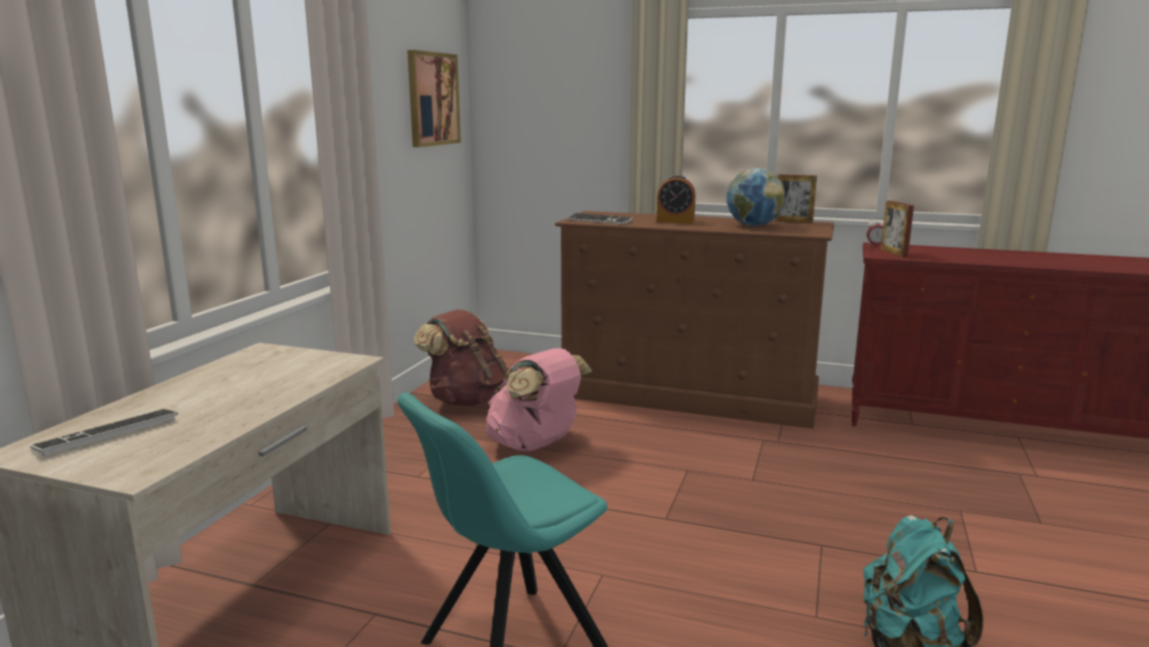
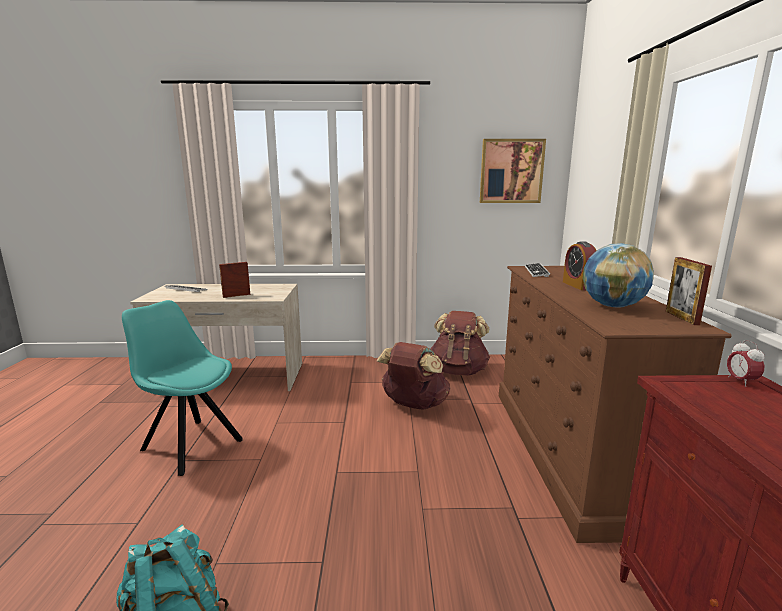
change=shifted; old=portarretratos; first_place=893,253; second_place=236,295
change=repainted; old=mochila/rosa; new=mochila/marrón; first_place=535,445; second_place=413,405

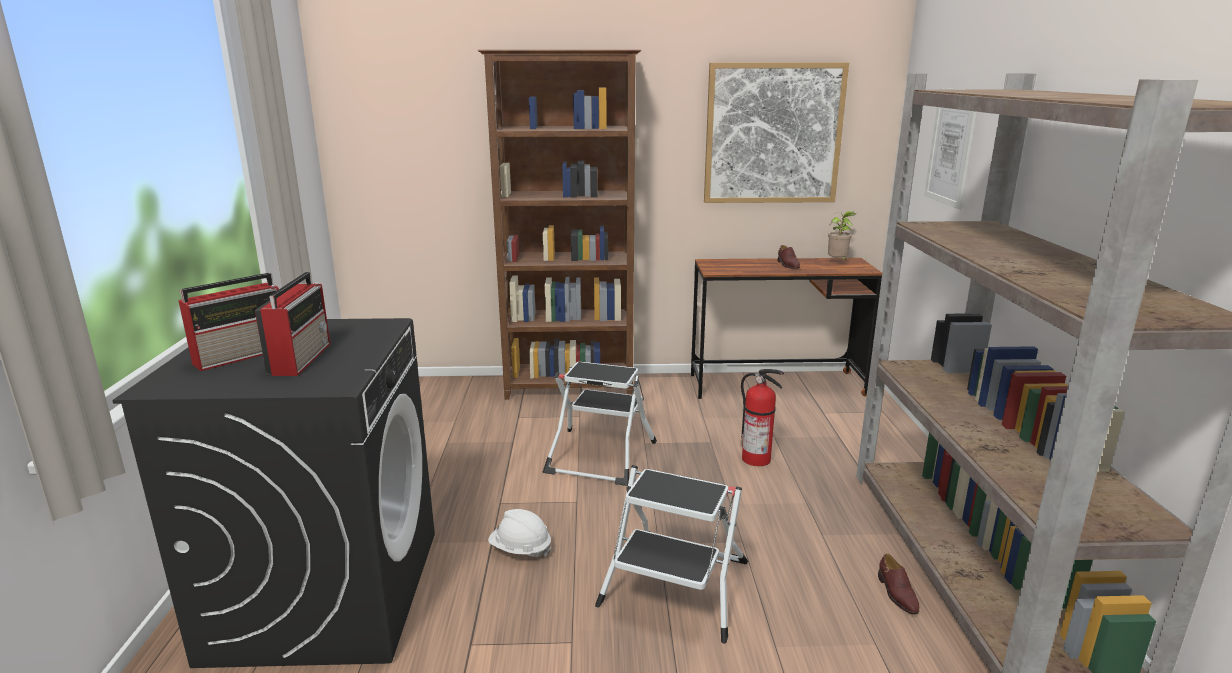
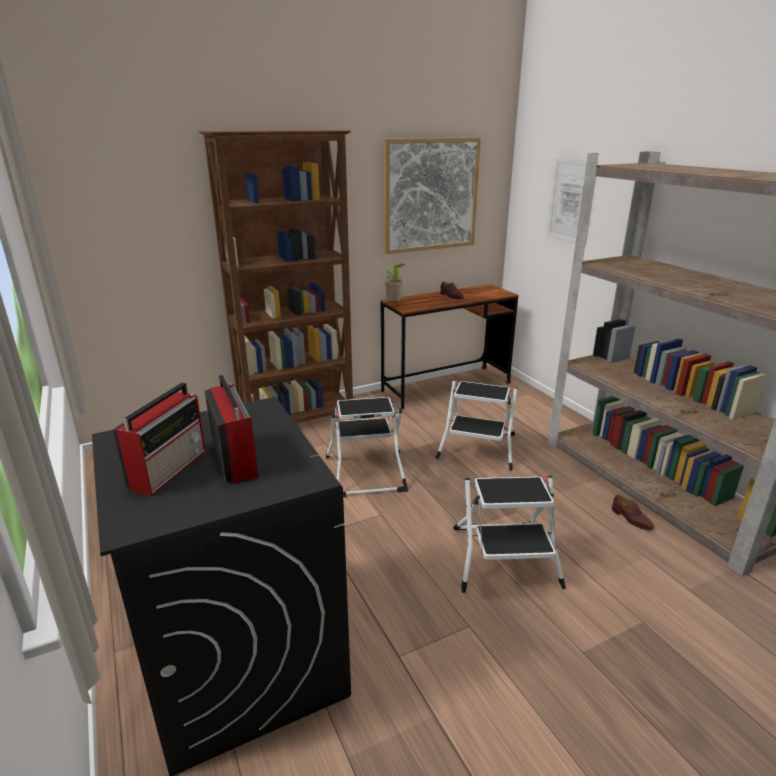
change=shifted; old=planta en maceta; first_place=838,262; second_place=395,305
change=swapped; old=extintor; new=escalera de tijera; first_place=757,459; second_place=478,447
change=gone; old=casco/blanco; first_place=520,549

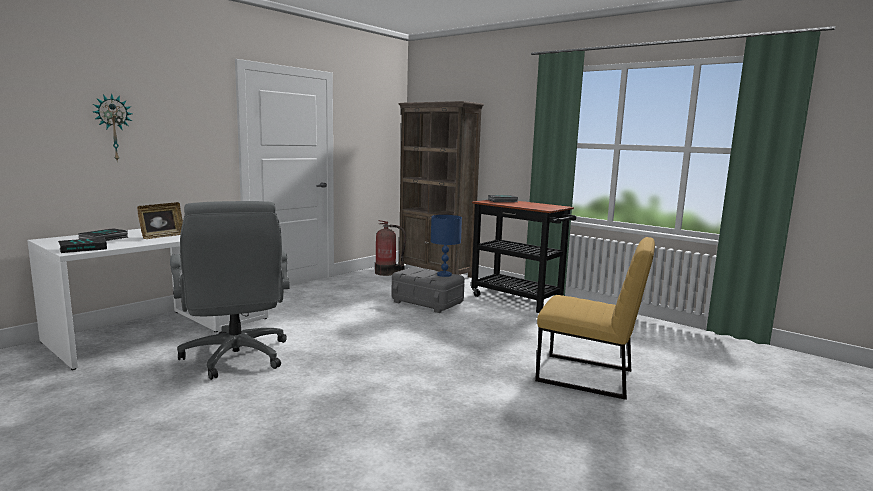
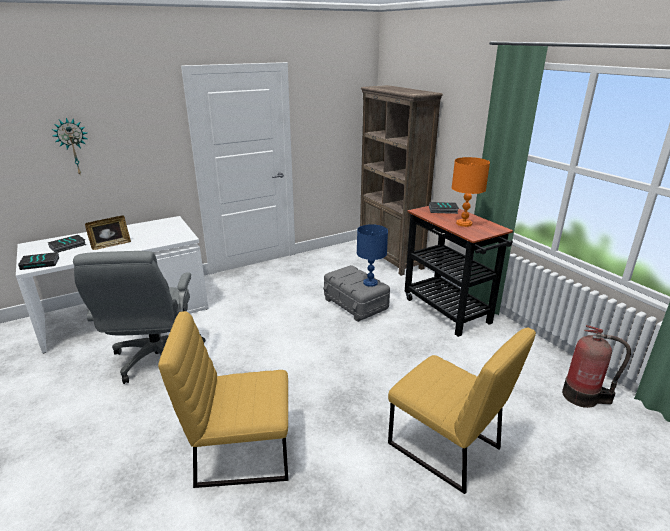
change=shifted; old=extintor; first_place=387,273; second_place=583,396
change=new; new=lámpara de mesa/naranja; second_place=463,223
change=new; new=silla/amarillo; second_place=240,452

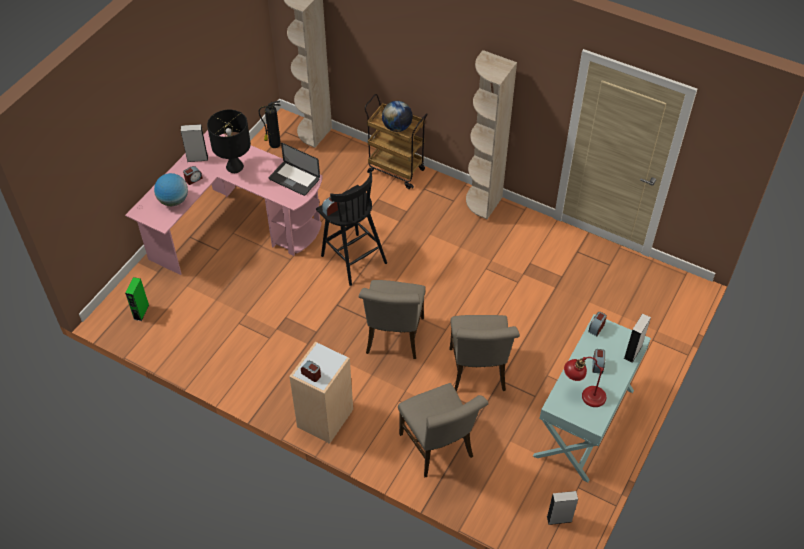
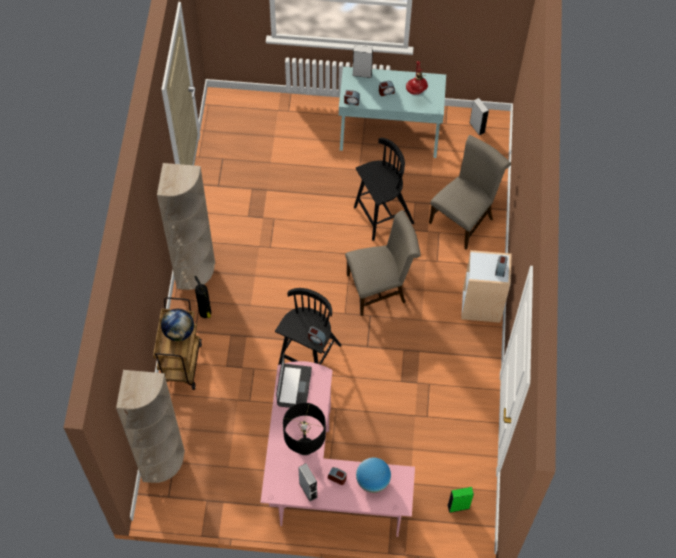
change=shifted; old=extintor; first_place=274,144; second_place=205,313
change=swapped; old=silla/beis; new=taburete/negro; first_place=478,373; second_place=381,216

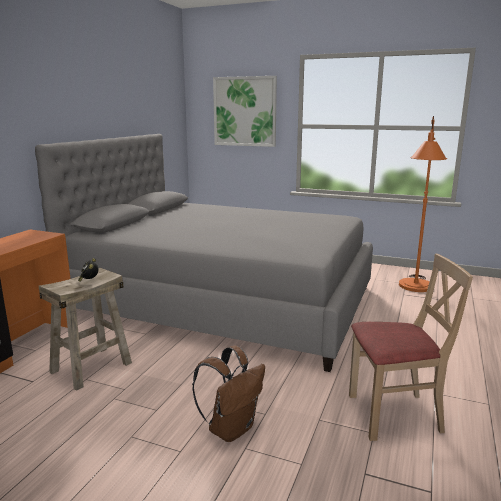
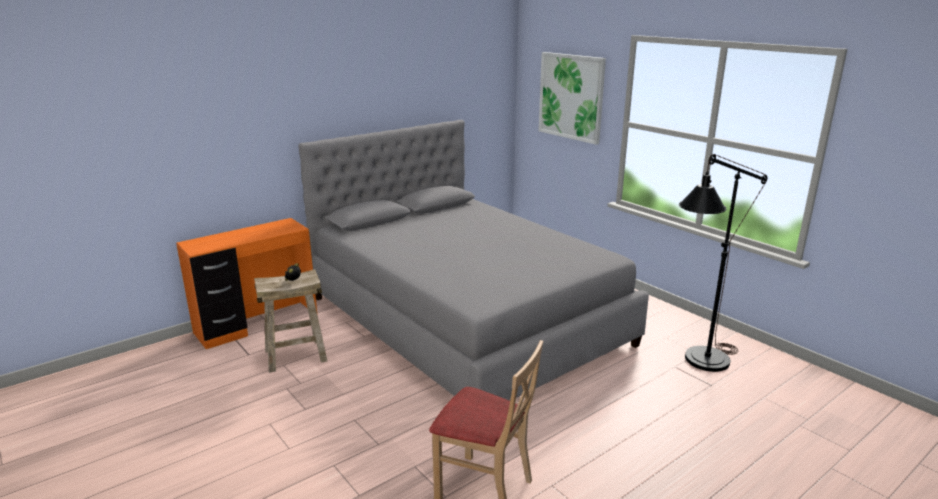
change=repainted; old=lámpara de pie/naranja; new=lámpara de pie/negro; first_place=414,289; second_place=699,364
change=gone; old=mochila/marrón; first_place=231,428

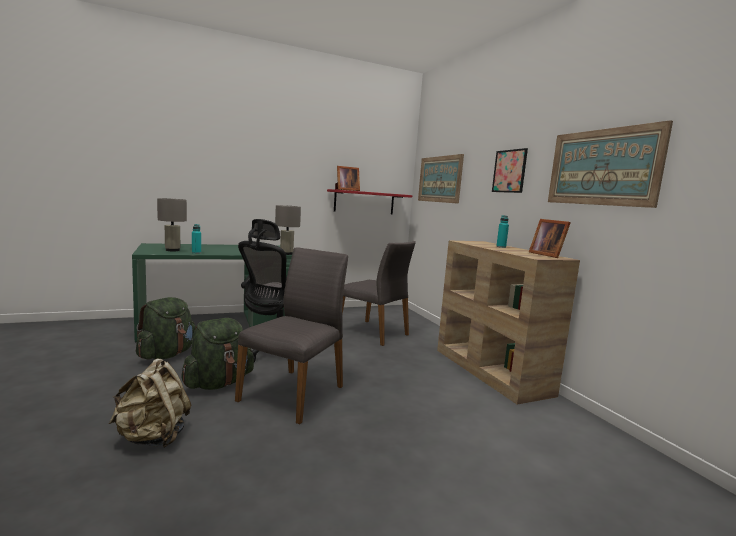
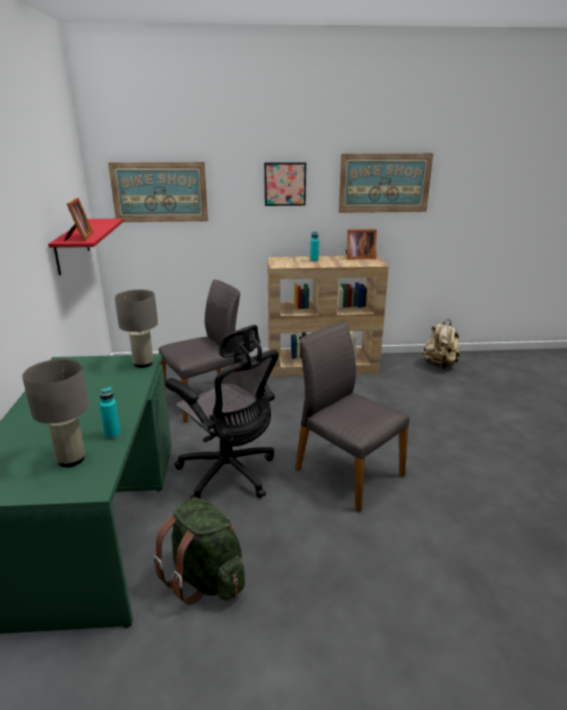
change=gone; old=mochila/verde; first_place=218,383
change=shifted; old=mochila/beis; first_place=153,437; second_place=439,365

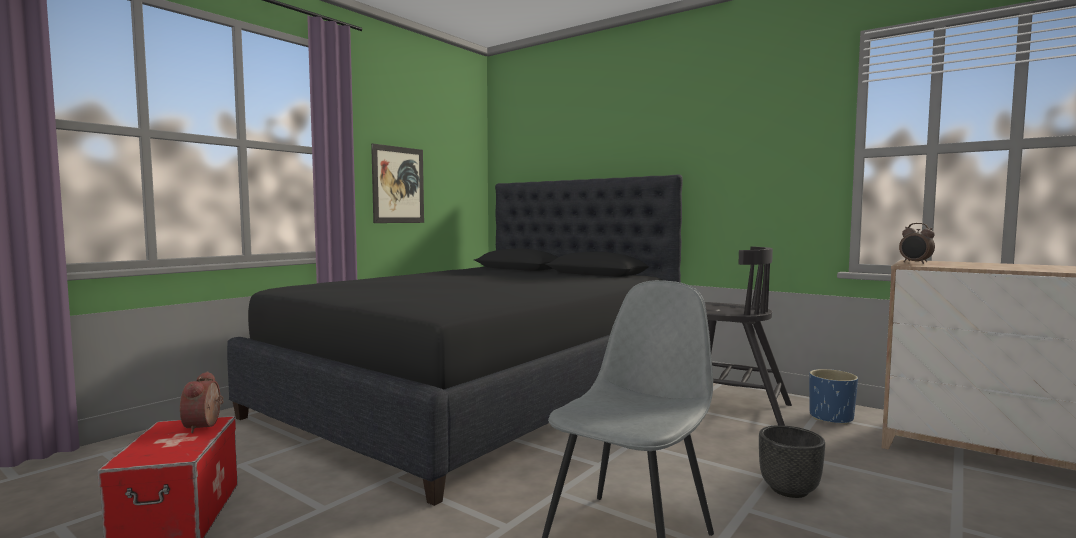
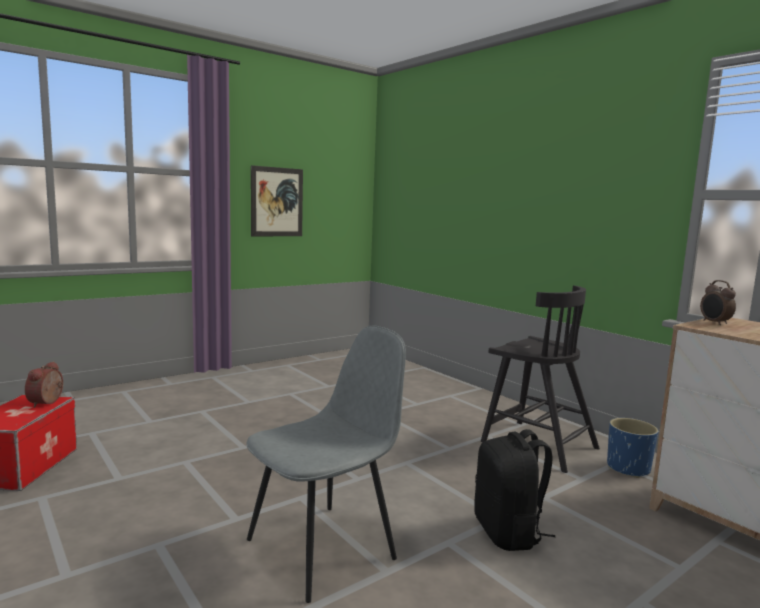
change=gone; old=cama/negro; first_place=483,394
change=swapped; old=maceta/negro; new=mochila/negro; first_place=790,490; second_place=508,533

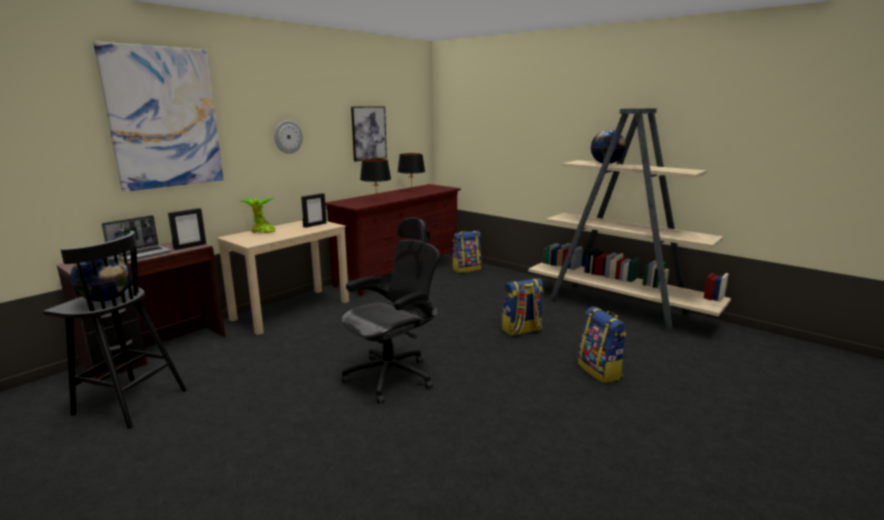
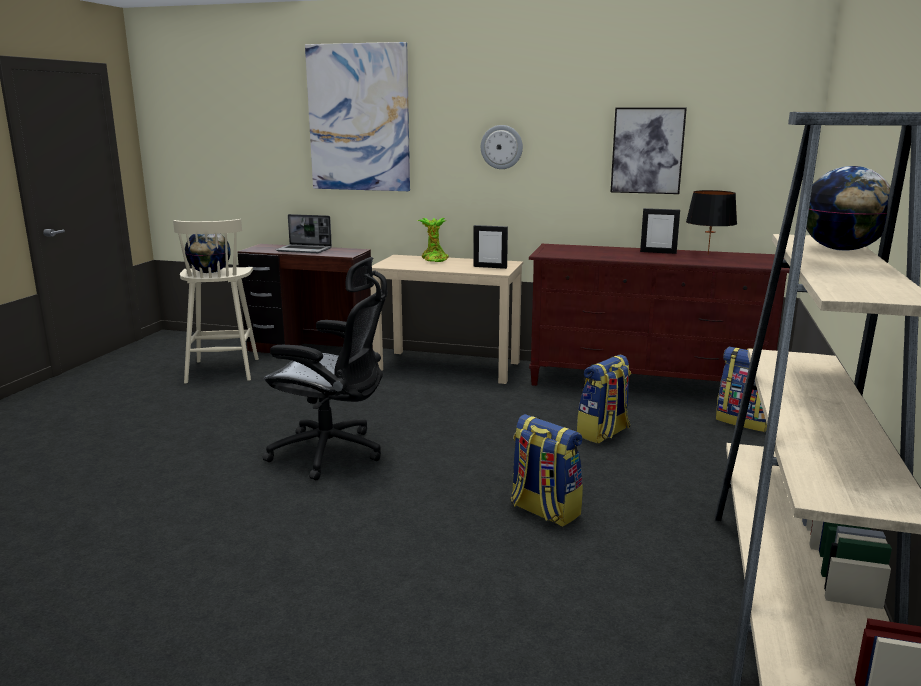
change=gone; old=lámpara de mesa/negro; first_place=376,199
change=shifted; old=portarretratos; first_place=190,246; second_place=658,252
change=repainted; old=taburete/negro; new=taburete/beis; first_place=128,401; second_place=223,369
change=shifted; old=mochila; first_place=600,371; second_place=603,433

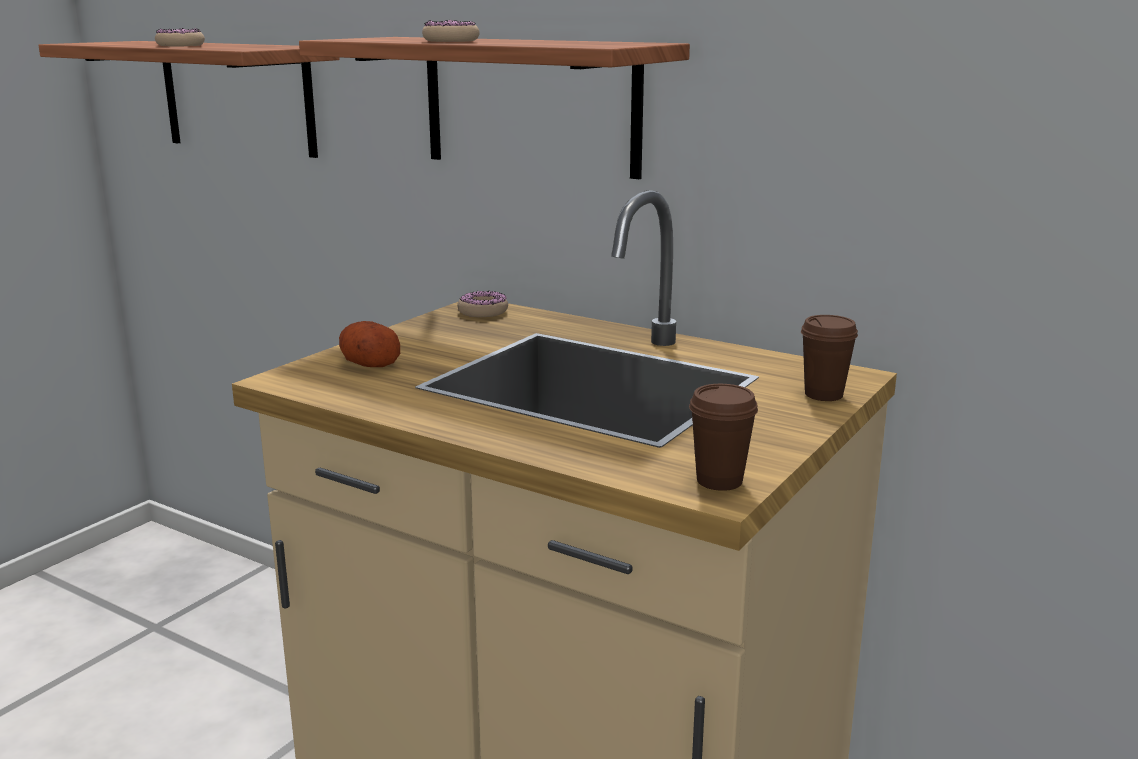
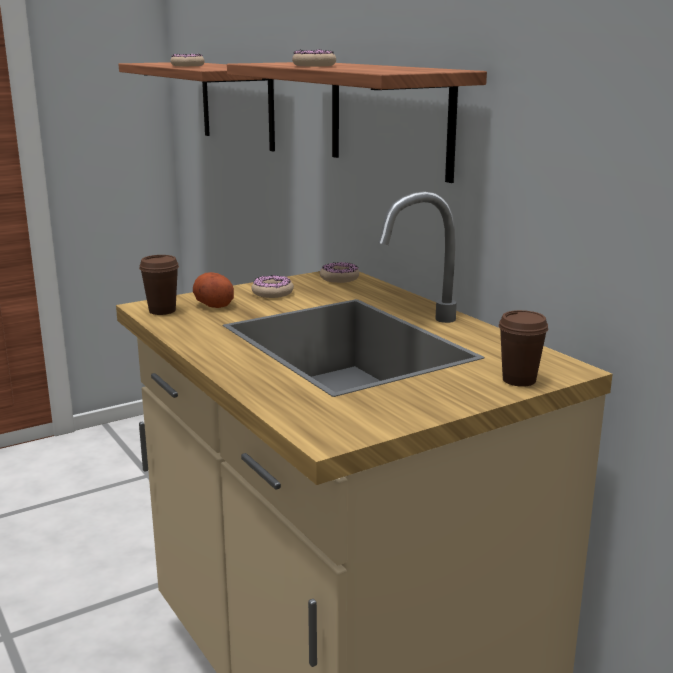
change=shifted; old=taza/marrón; first_place=719,481; second_place=162,311
change=new; new=rosquilla; second_place=272,293

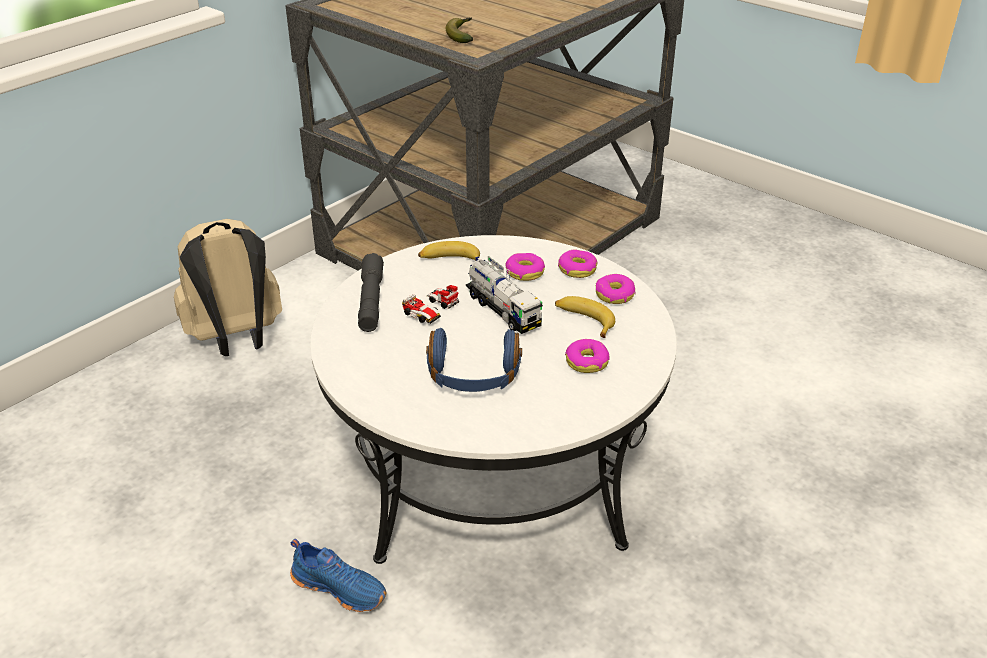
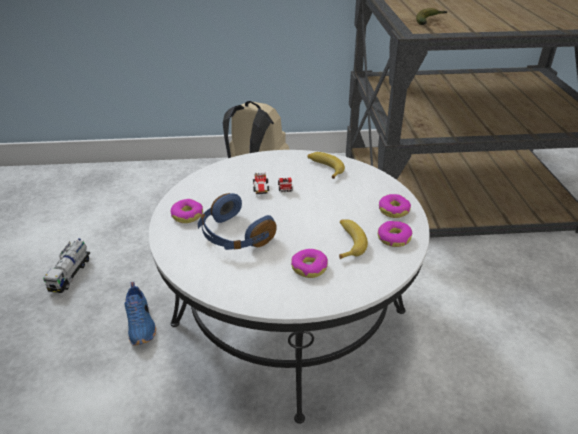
change=gone; old=linterna/gris; first_place=371,301
change=shifted; old=rosquilla; first_place=525,272; second_place=187,215
change=shifted; old=camión de juguete; first_place=503,310; second_place=71,274

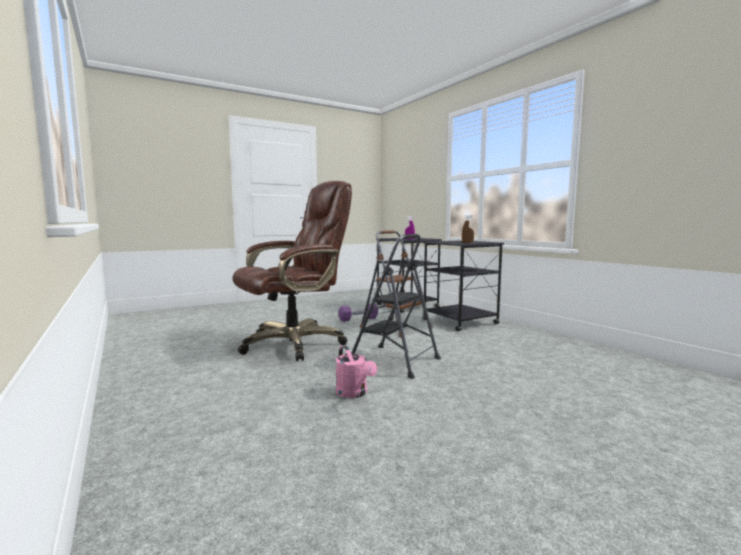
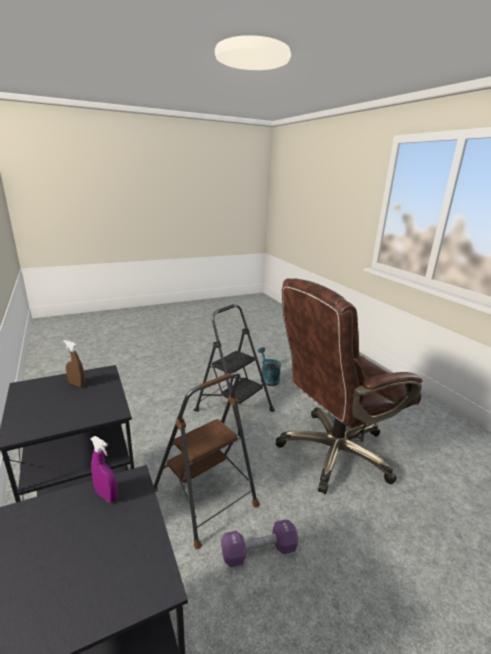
change=repainted; old=regadera/rosa; new=regadera/turquesa; first_place=354,393; second_place=268,378

